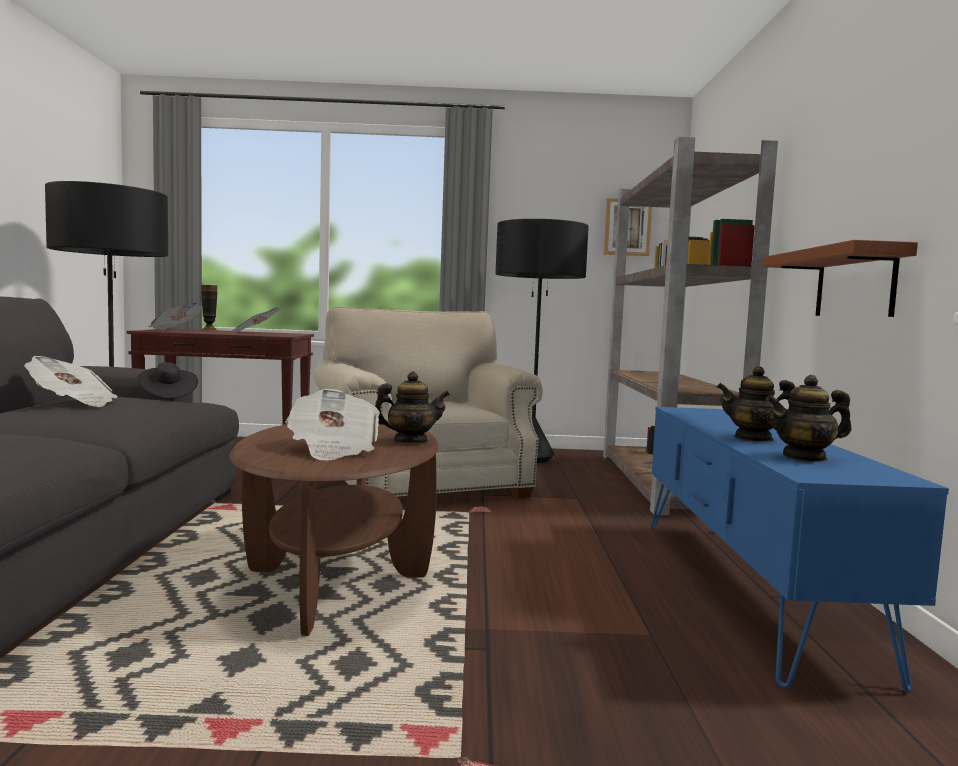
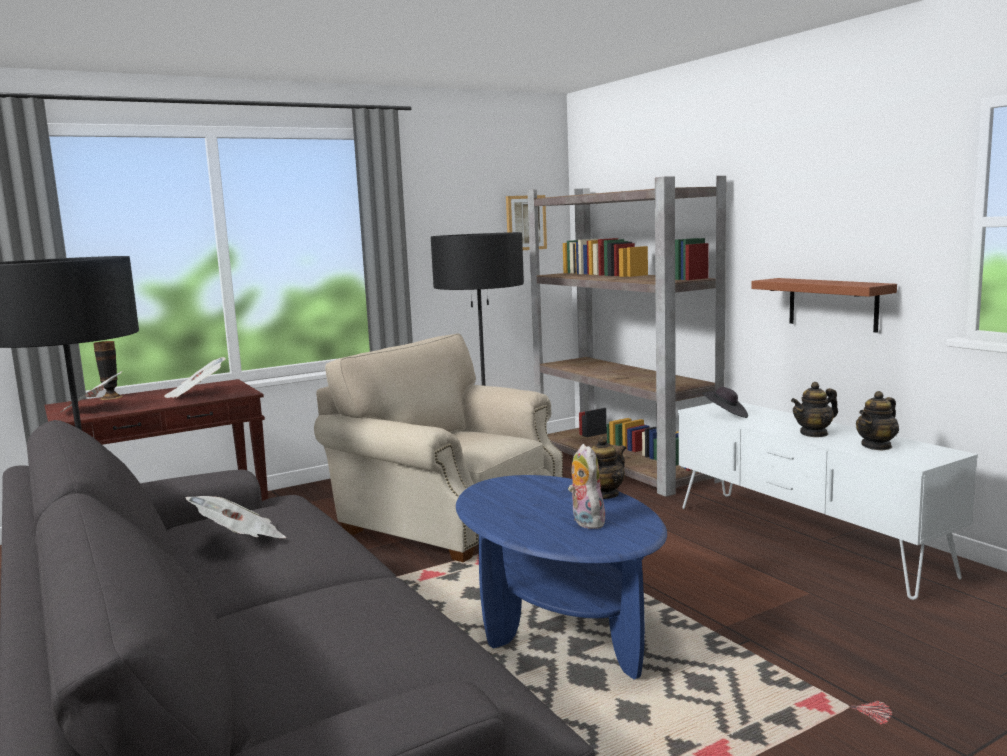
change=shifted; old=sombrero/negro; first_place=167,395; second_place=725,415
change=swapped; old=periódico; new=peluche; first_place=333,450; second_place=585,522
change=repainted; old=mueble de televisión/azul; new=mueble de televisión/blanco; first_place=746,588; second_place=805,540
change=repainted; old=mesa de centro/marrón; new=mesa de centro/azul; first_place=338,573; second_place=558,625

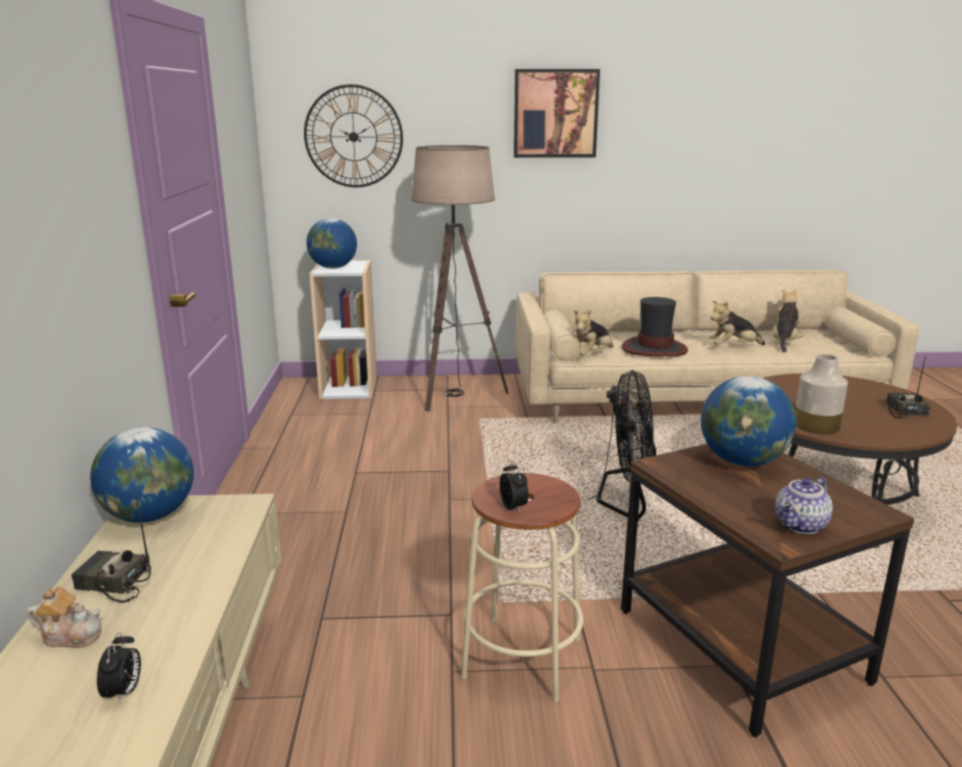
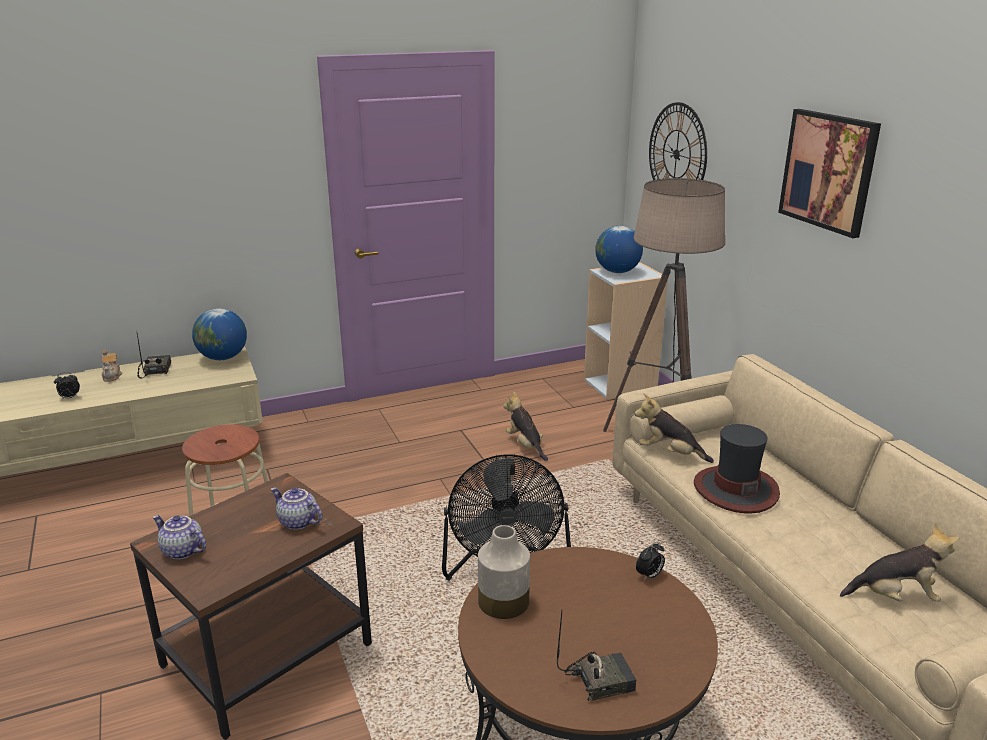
change=shifted; old=peluche; first_place=733,347; second_place=525,445
change=swapped; old=globo terráqueo; new=tetera; first_place=742,462; second_place=297,522
change=shifted; old=despertador; first_place=514,508; second_place=649,576

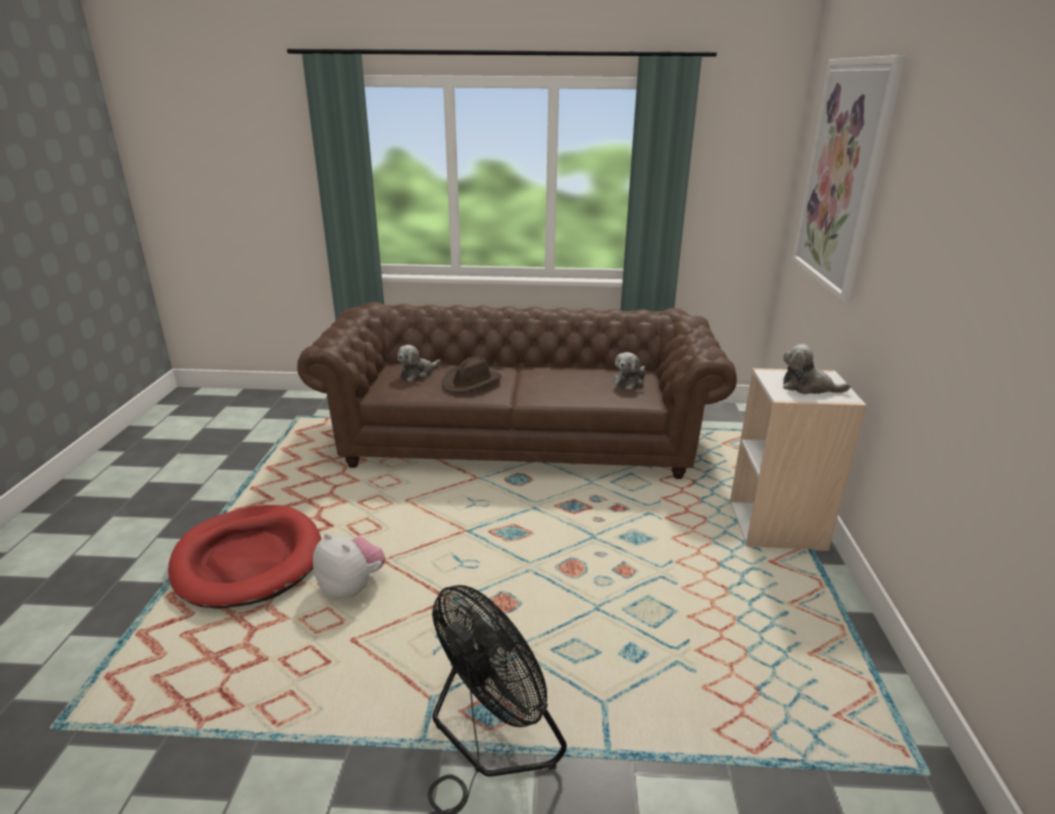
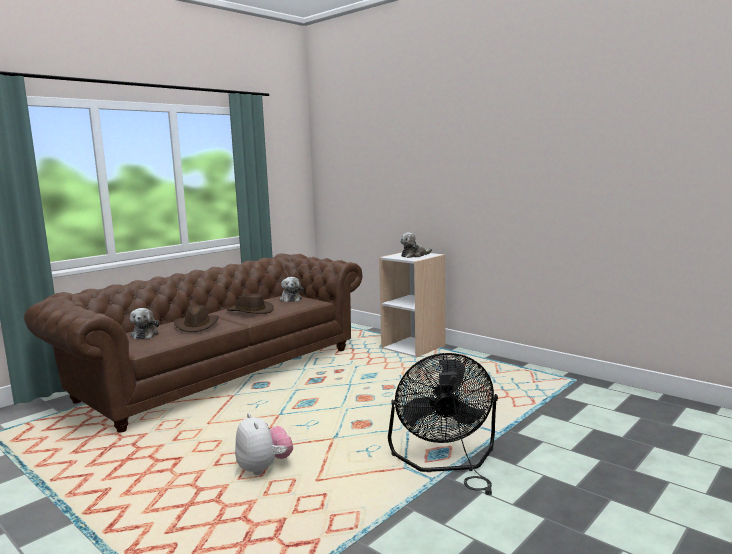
change=gone; old=cuadro; first_place=843,176
change=gone; old=cama para perro/rojo; first_place=248,560
change=rotated; old=peluche; first_place=352,587; second_place=264,468; degrees=75
change=new; new=sombrero/marrón; second_place=250,311

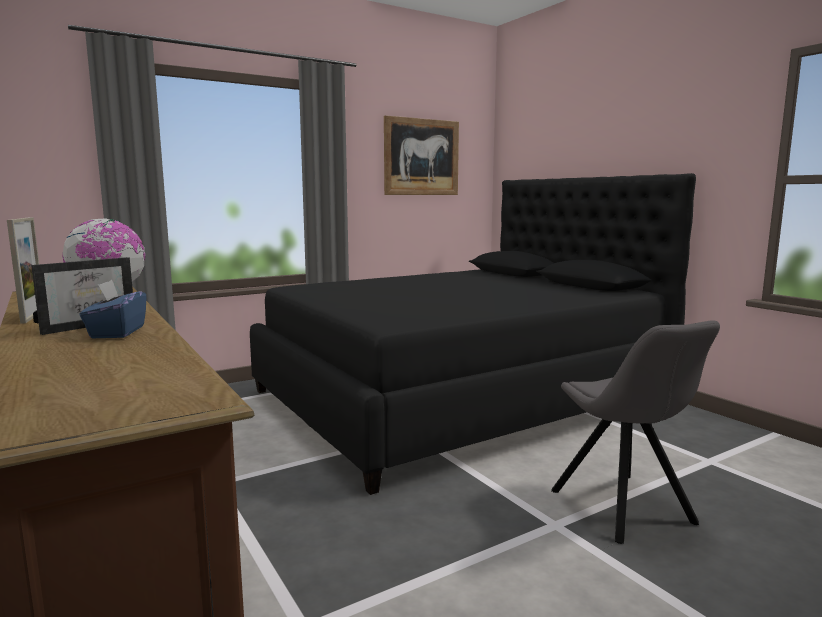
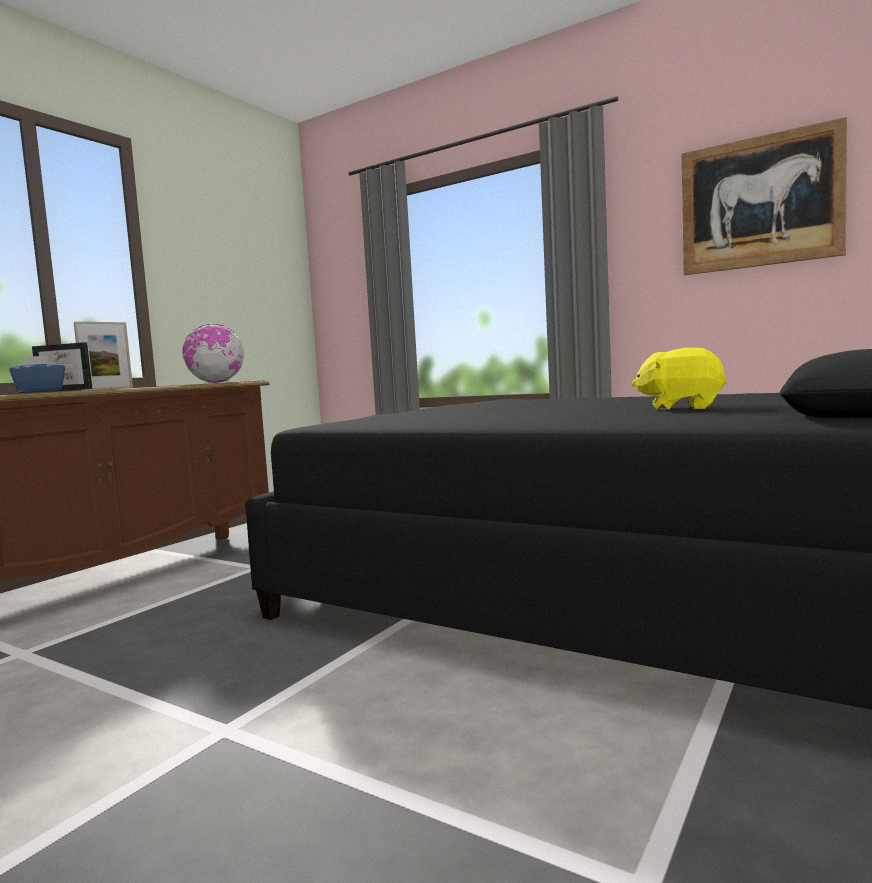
change=gone; old=silla/gris; first_place=623,507
change=new; new=peluche/amarillo; second_place=681,408

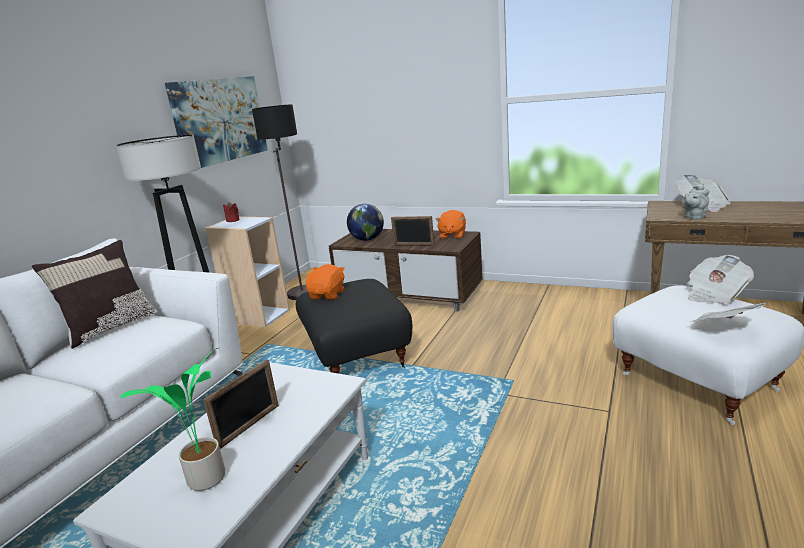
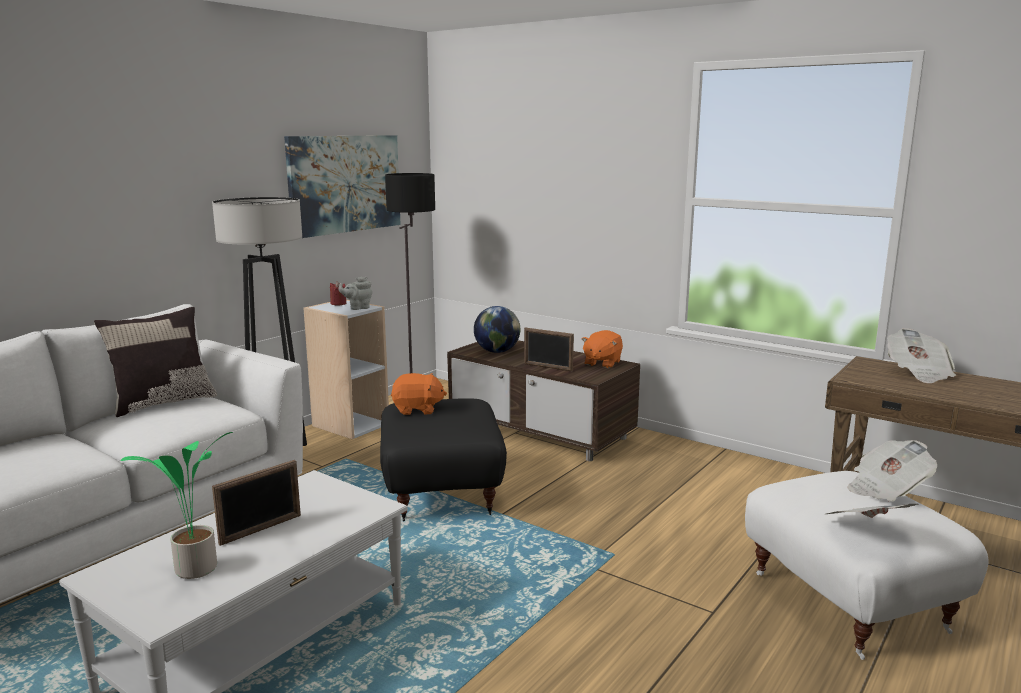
change=shifted; old=tetera/gris; first_place=694,217; second_place=358,308
change=rotated; old=peluche/naranja; first_place=328,295; second_place=417,409; degrees=60

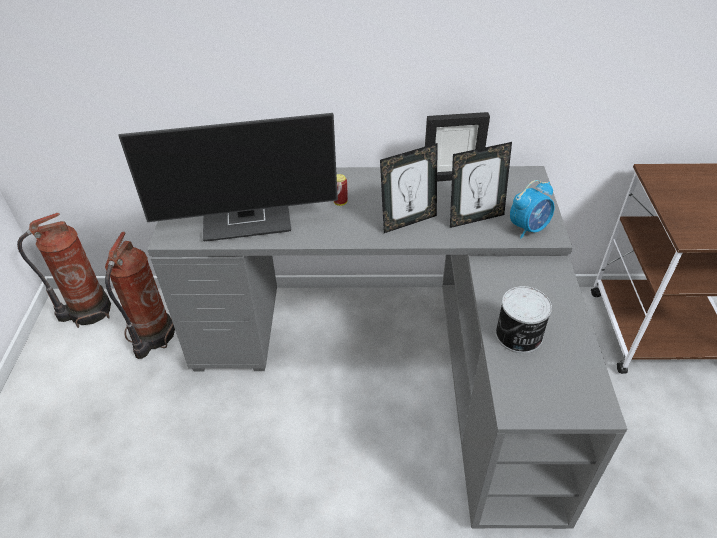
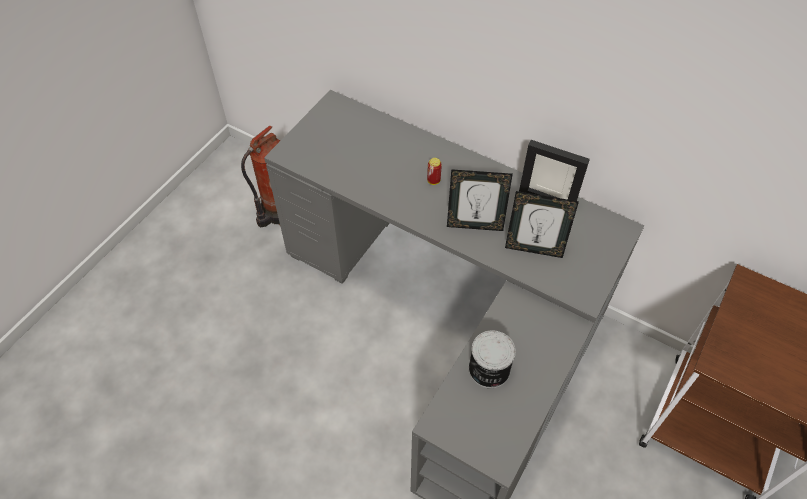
change=gone; old=monitor; first_place=249,219
change=gone; old=despertador; first_place=528,228
change=gone; old=extintor; first_place=88,310

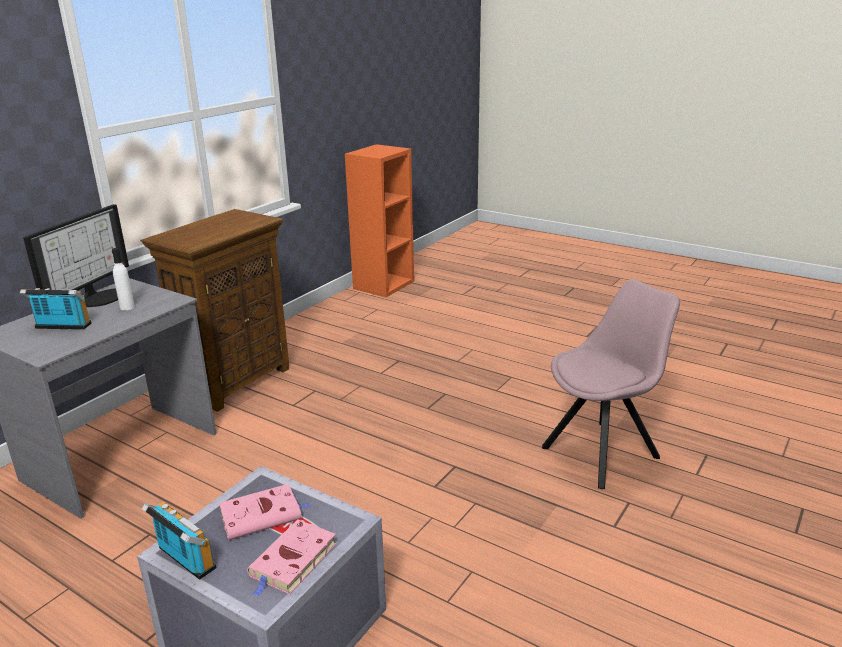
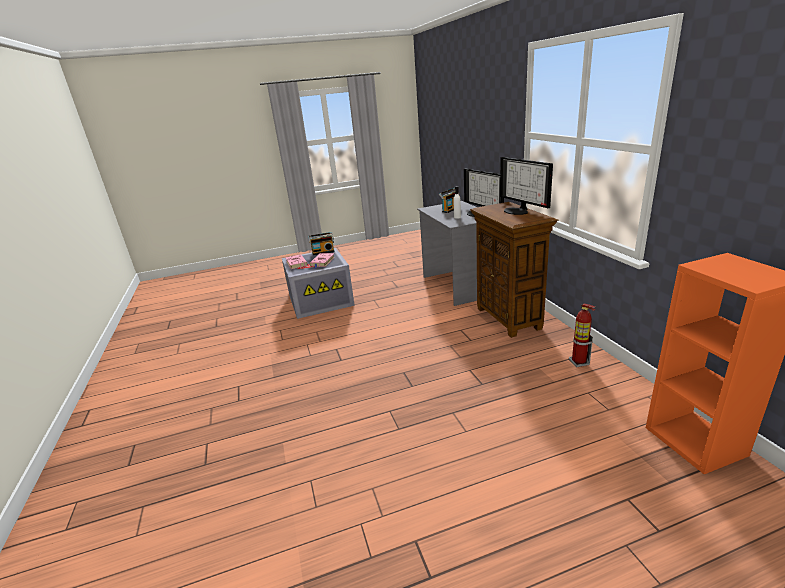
change=gone; old=silla/rosa; first_place=602,453
change=new; new=monitor; second_place=518,211
change=new; new=extintor; second_place=579,362

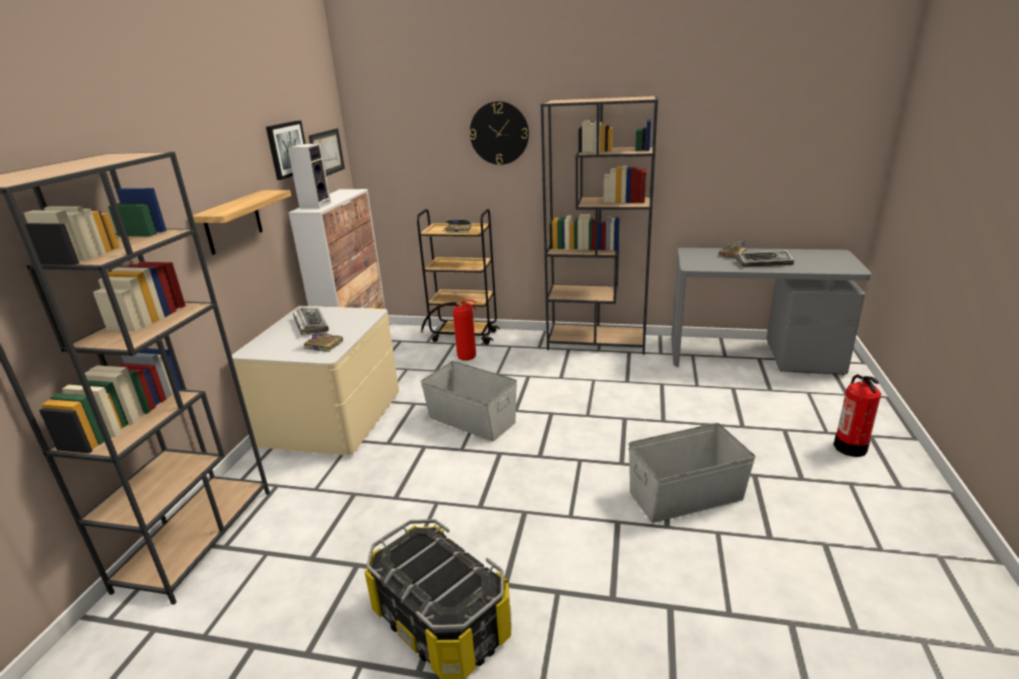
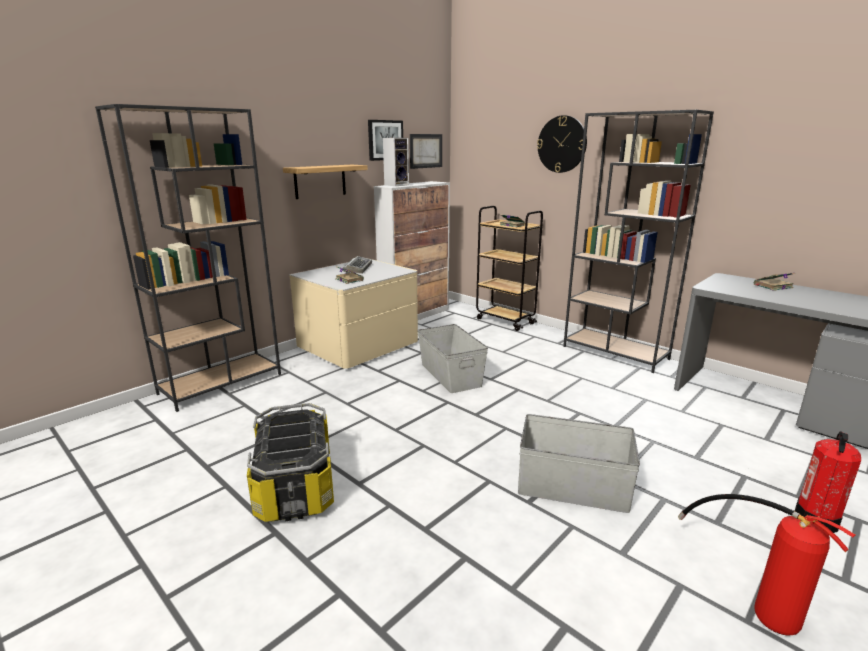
change=gone; old=teclado; first_place=764,263
change=shifted; old=extintor; first_place=457,354; second_place=753,601

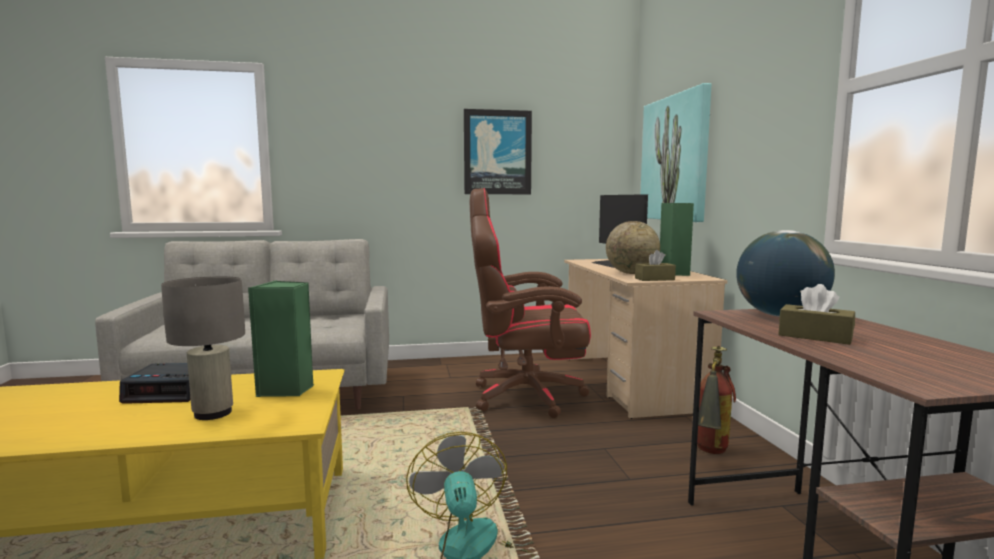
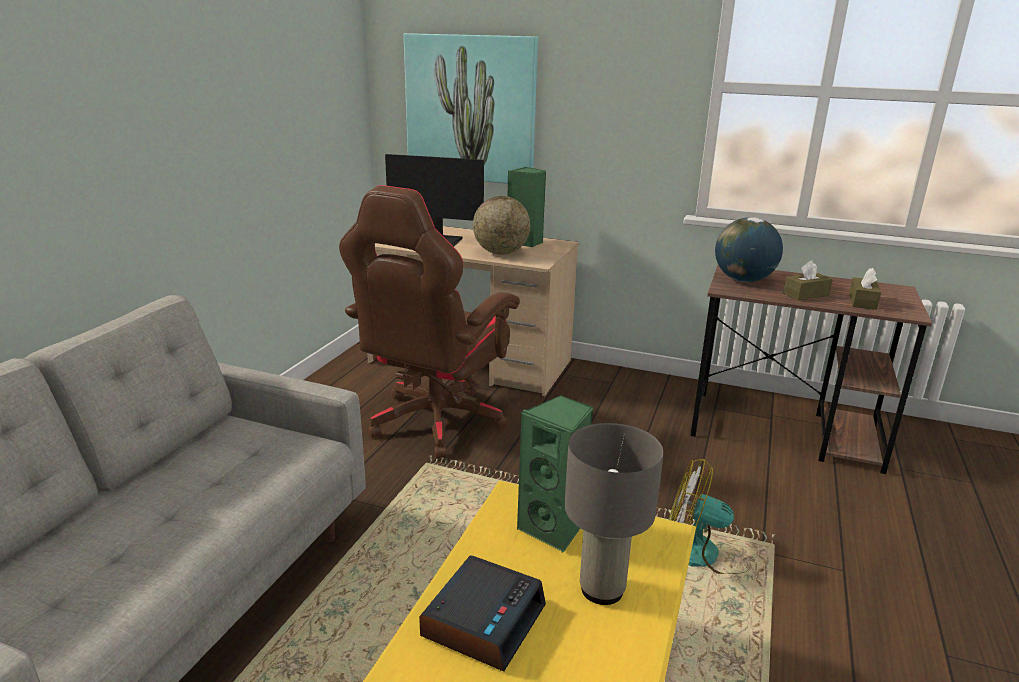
change=gone; old=cuadro; first_place=497,152
change=shifted; old=caja de pañuelos/marrón; first_place=654,279; second_place=862,301
change=gone; old=extintor; first_place=709,453

